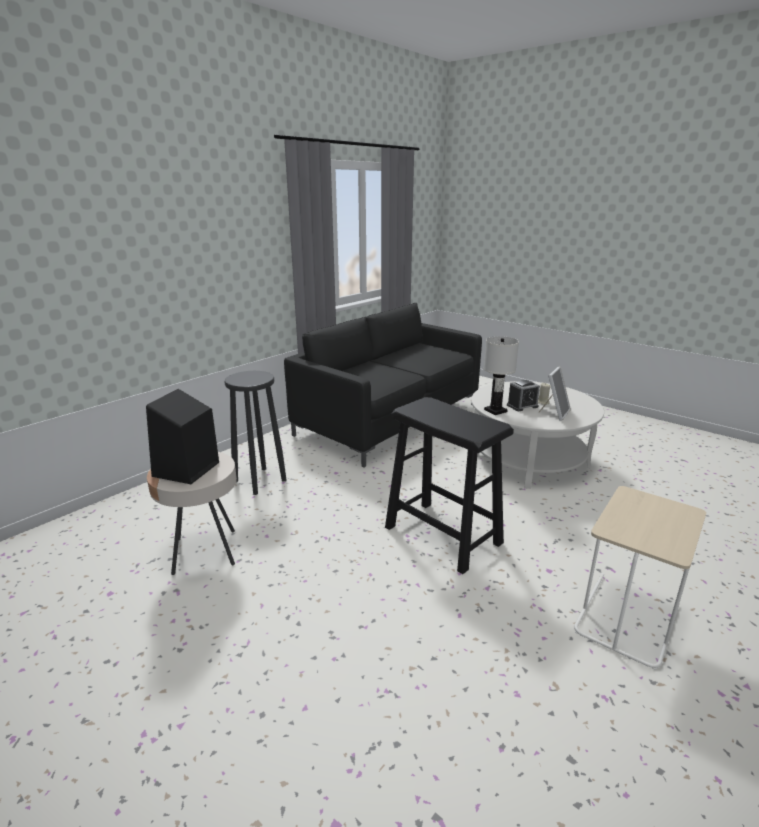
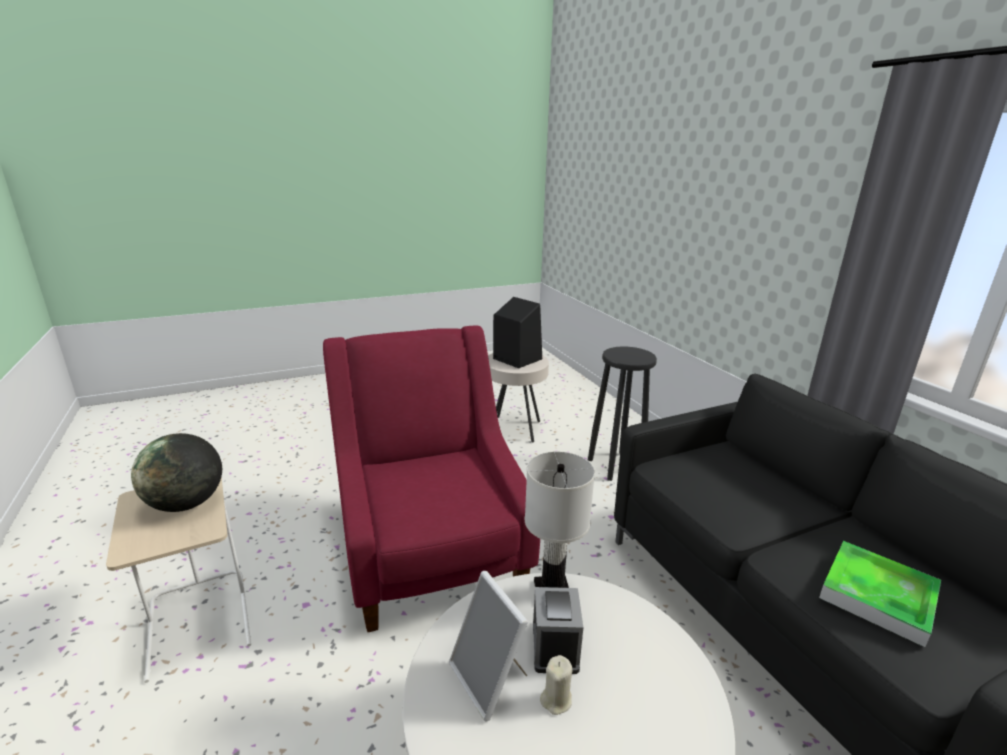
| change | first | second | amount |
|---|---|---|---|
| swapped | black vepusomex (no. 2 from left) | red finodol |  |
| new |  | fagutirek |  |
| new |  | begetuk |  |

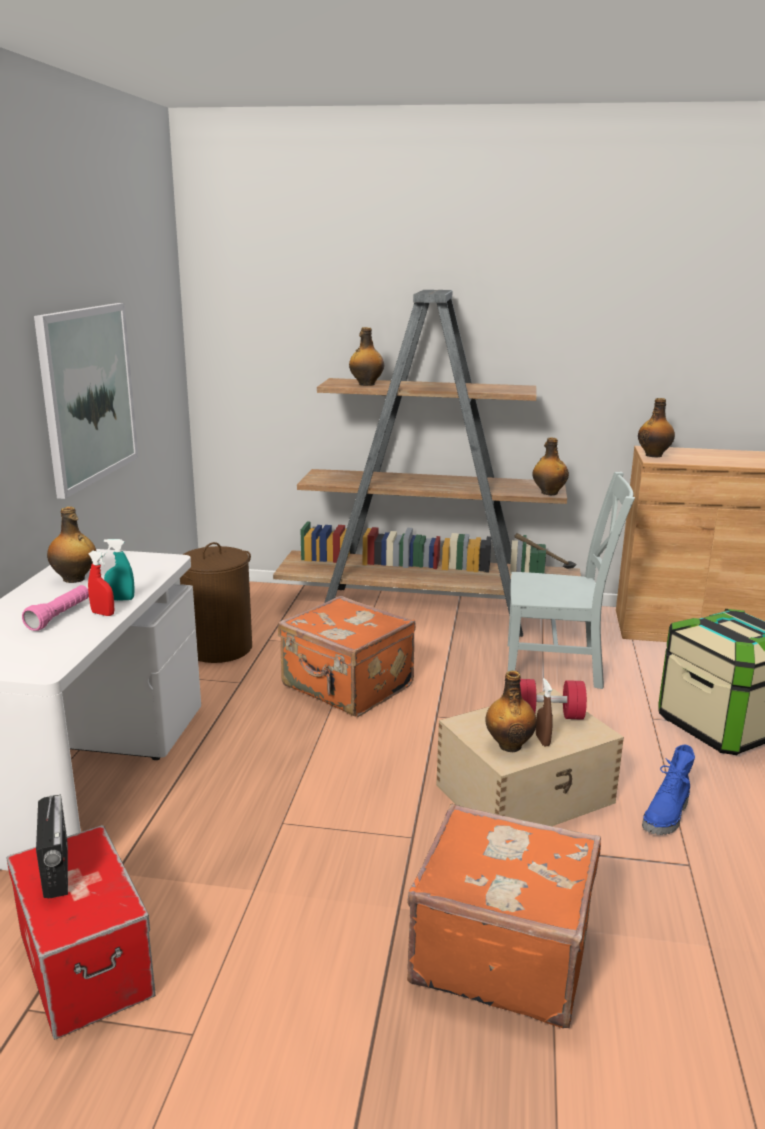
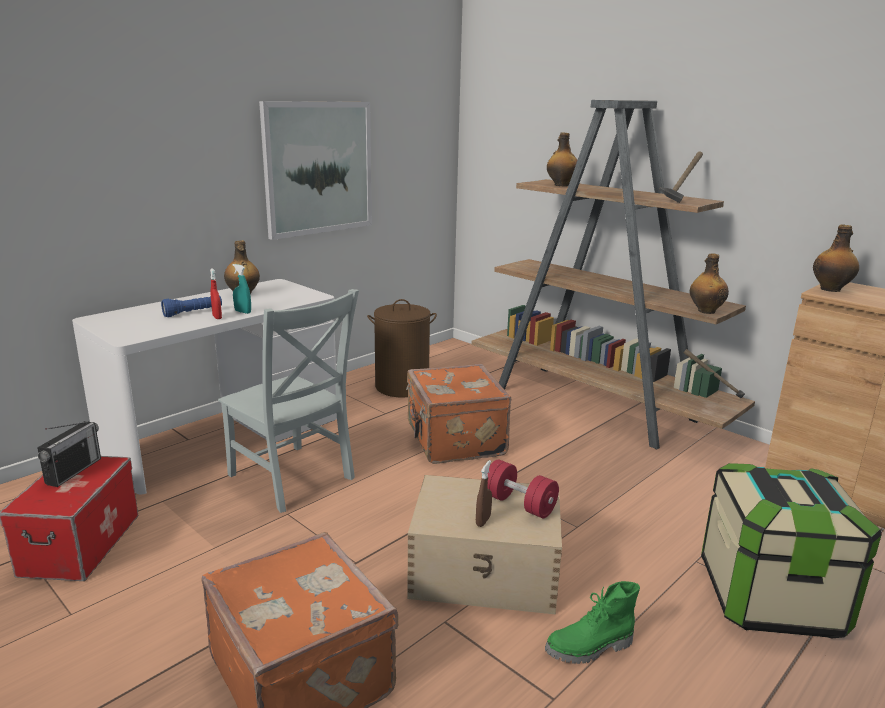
| change | first | second | amount |
|---|---|---|---|
| repainted | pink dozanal | blue dozanal |  |
| gone | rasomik (no. 3 from left) |  |  |
| shifted | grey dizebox |  |  |
| repainted | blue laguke | green laguke |  |
| new |  | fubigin (no. 1 from left) |  |

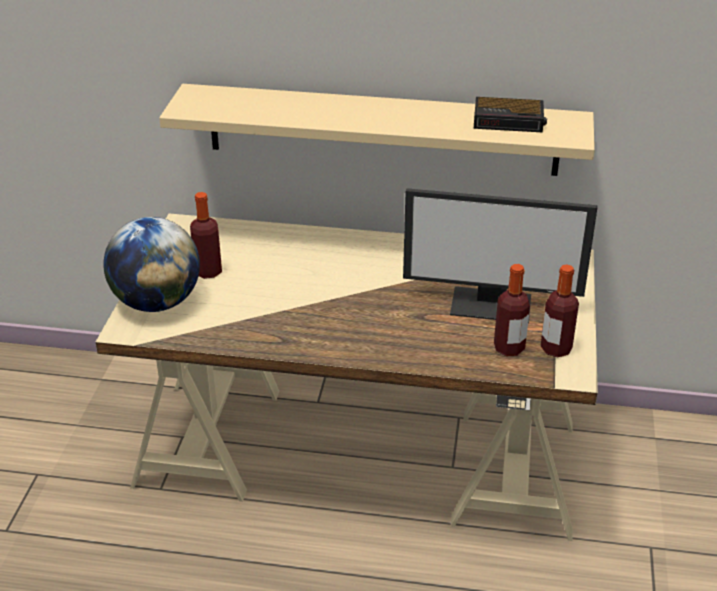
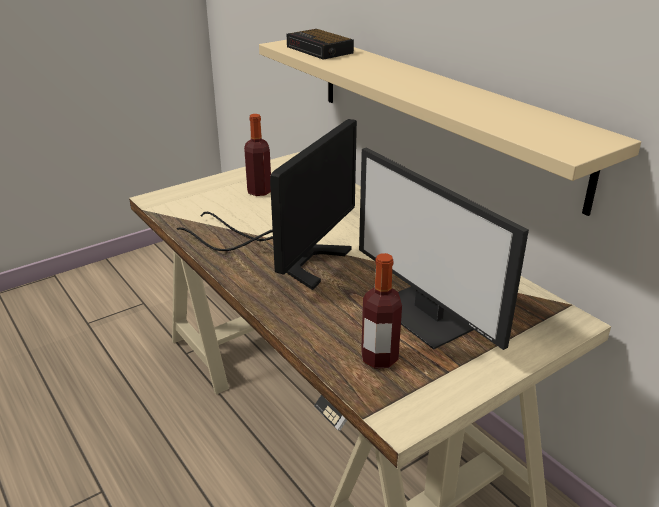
| change | first | second | amount |
|---|---|---|---|
| gone | fagutirek |  |  |
| shifted | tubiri |  |  |
| gone | rasomik (no. 3 from left) |  |  |
| new |  | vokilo (no. 1 from left) |  |

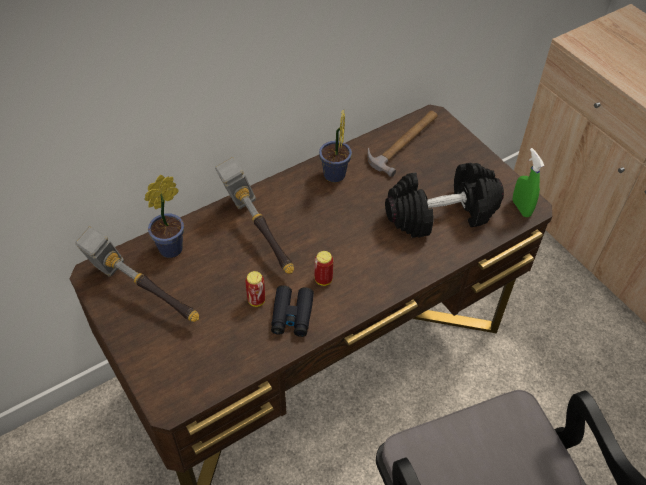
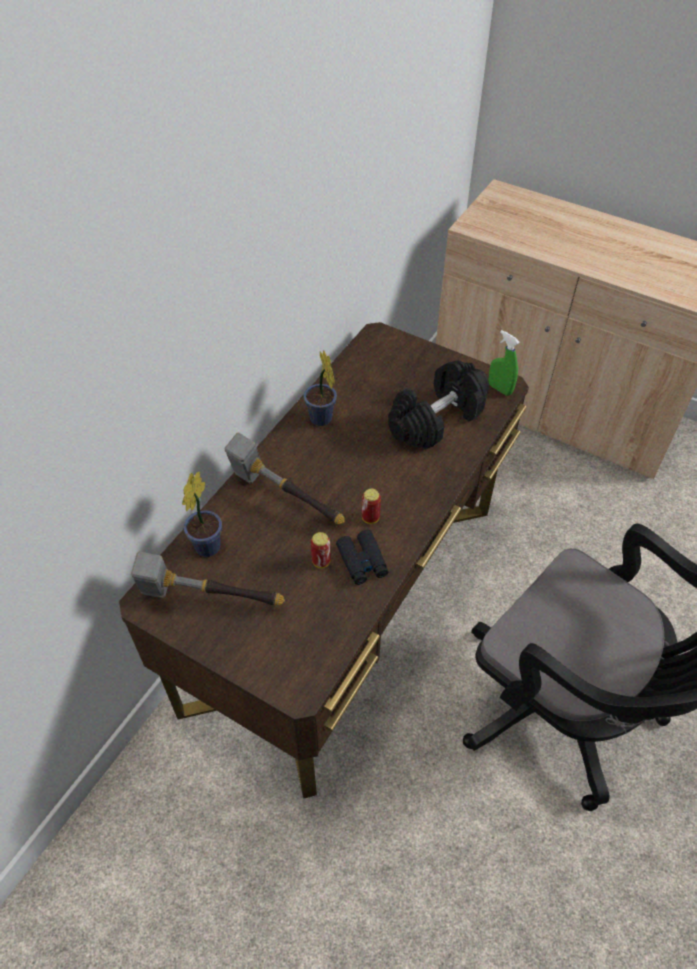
| change | first | second | amount |
|---|---|---|---|
| gone | fubigin (no. 3 from left) |  |  |

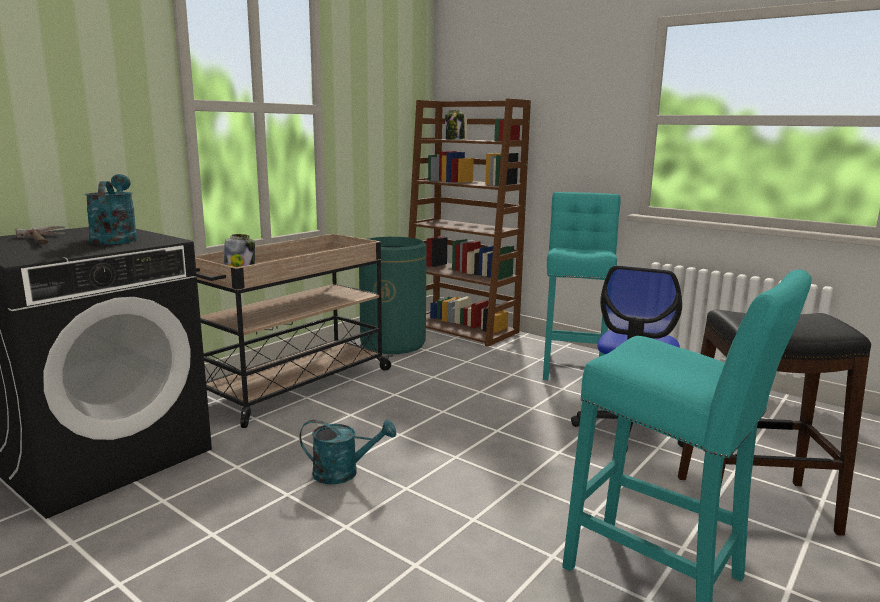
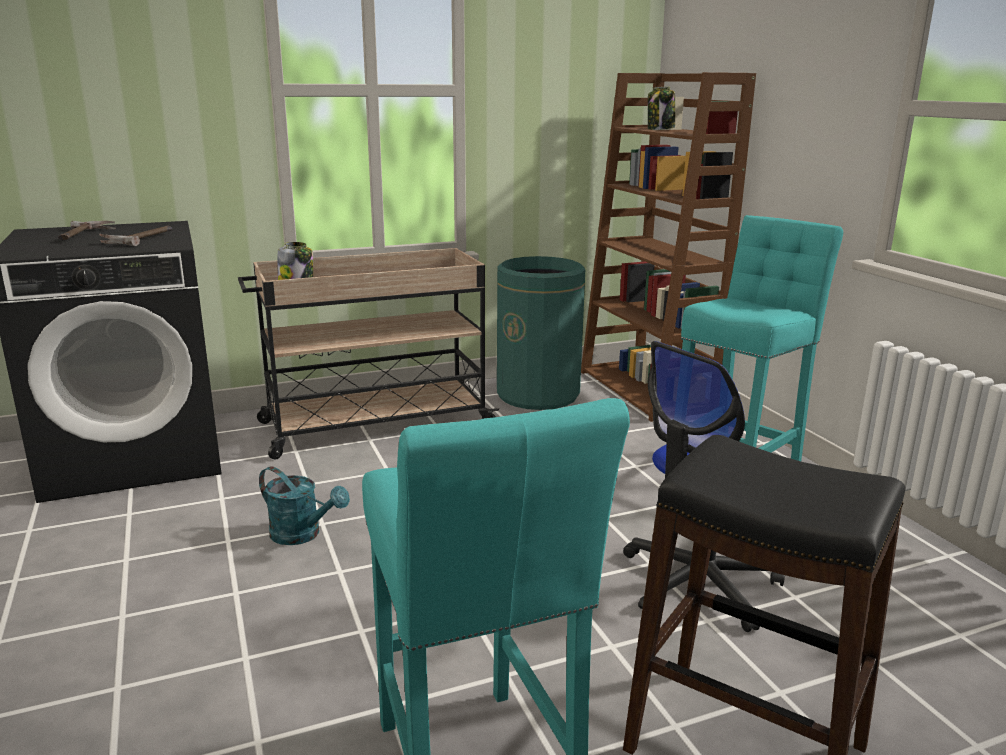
| change | first | second | amount |
|---|---|---|---|
| swapped | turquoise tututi (no. 1 from left) | fubigin (no. 2 from left) |  |

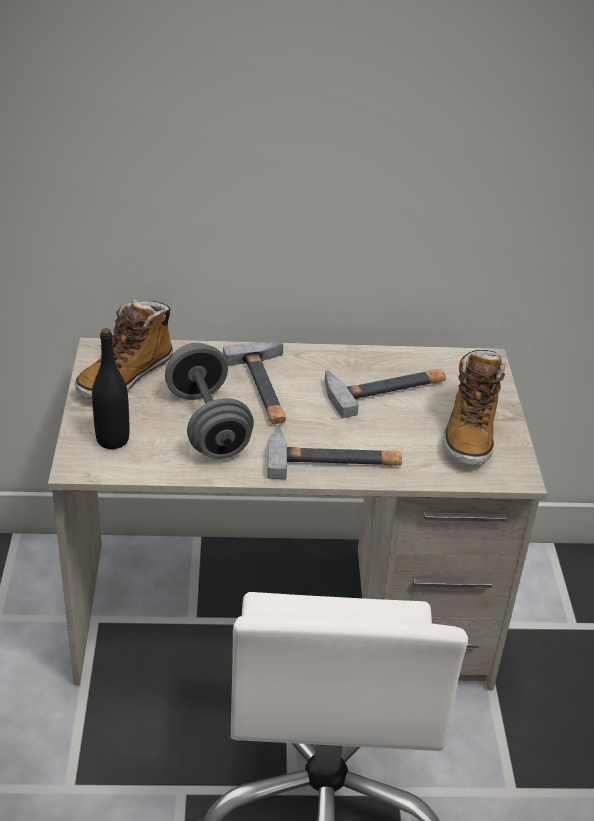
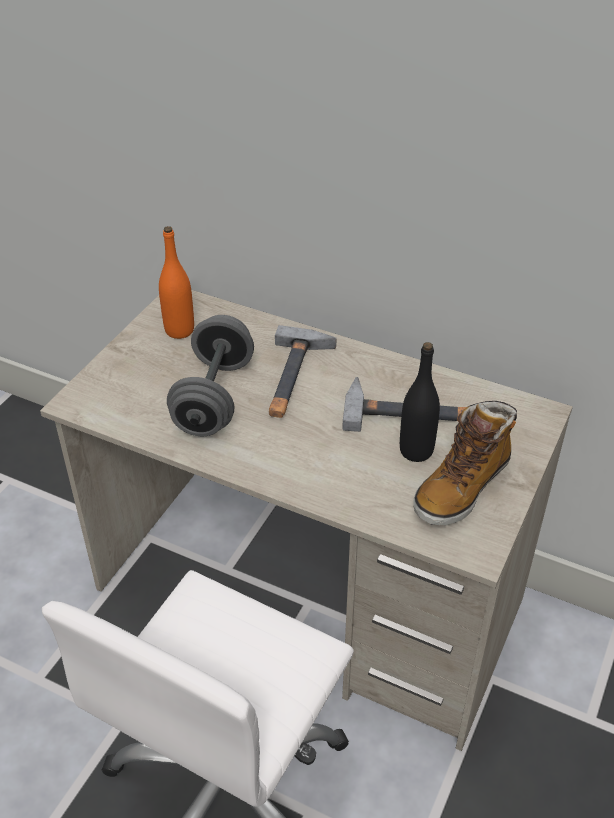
| change | first | second | amount |
|---|---|---|---|
| swapped | laguke (no. 1 from left) | orange rasomik |  |
| shifted | black rasomik |  |  |
| gone | fubigin (no. 2 from left) |  |  |

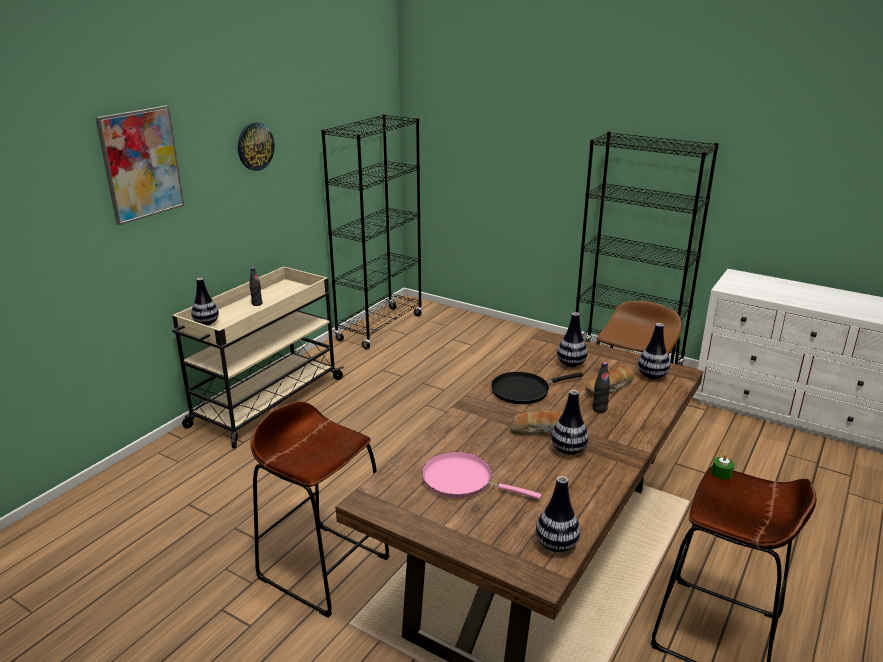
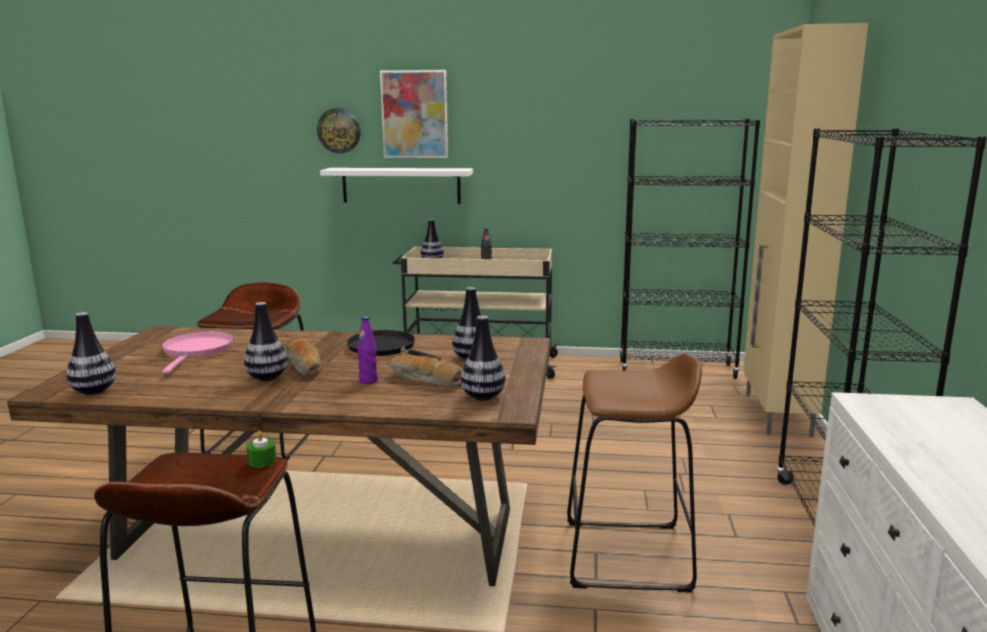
| change | first | second | amount |
|---|---|---|---|
| shifted | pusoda |  |  |
| repainted | black rasomik (no. 2 from left) | purple rasomik |  |
| new |  | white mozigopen |  |
| new |  | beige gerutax |  |

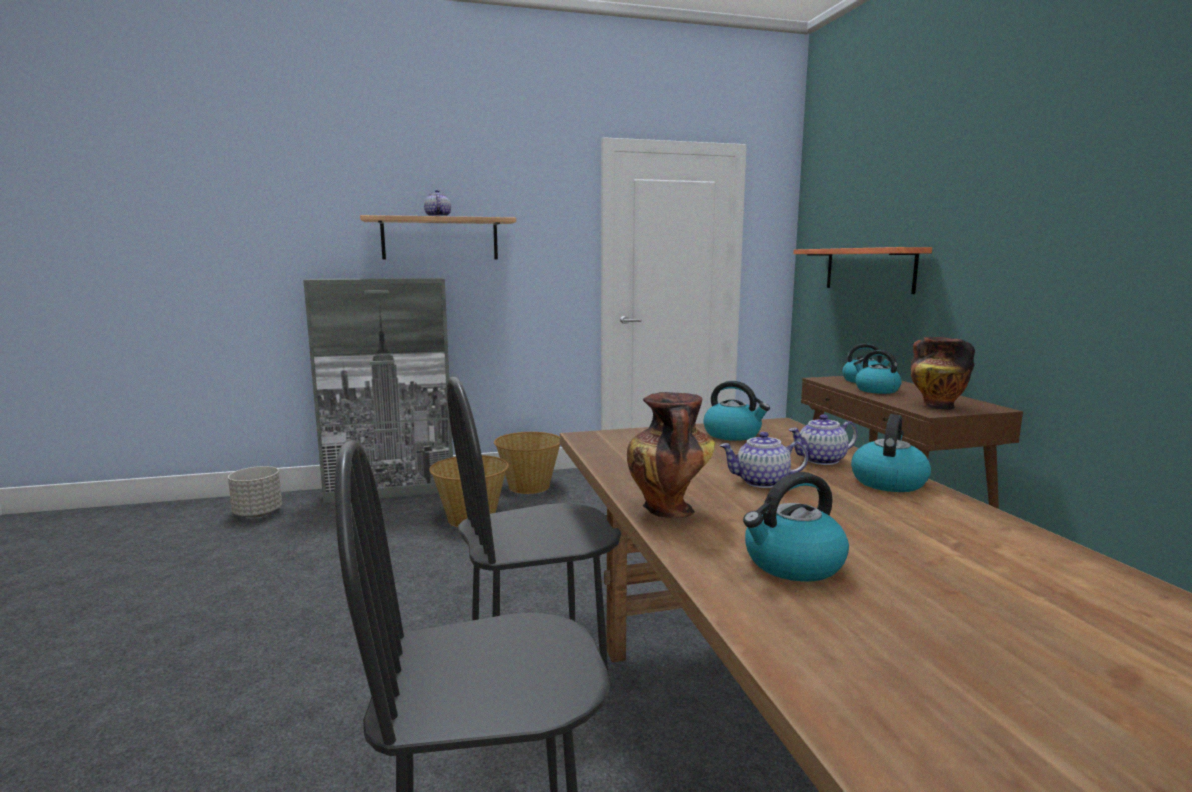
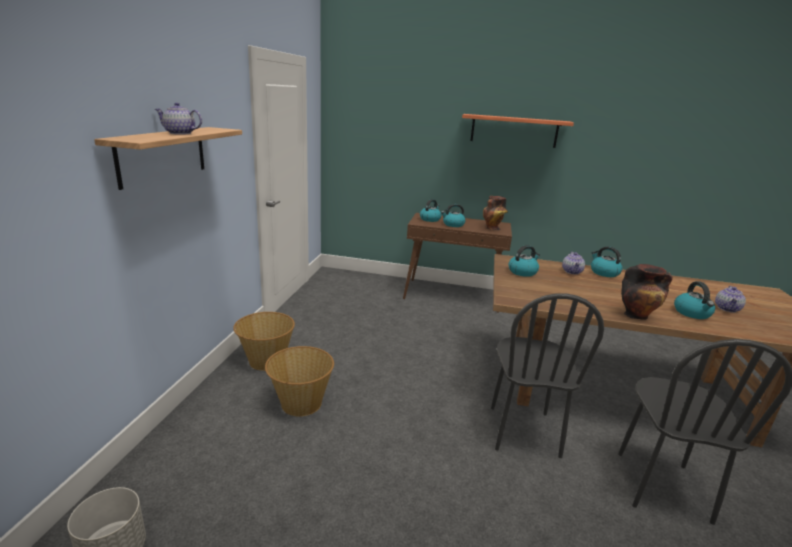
| change | first | second | amount |
|---|---|---|---|
| gone | grey gerutax |  |  |
| shifted | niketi (no. 2 from left in the first image) | niketi (no. 3 from left) |  |
| shifted | mozigopen (no. 2 from left) |  |  |

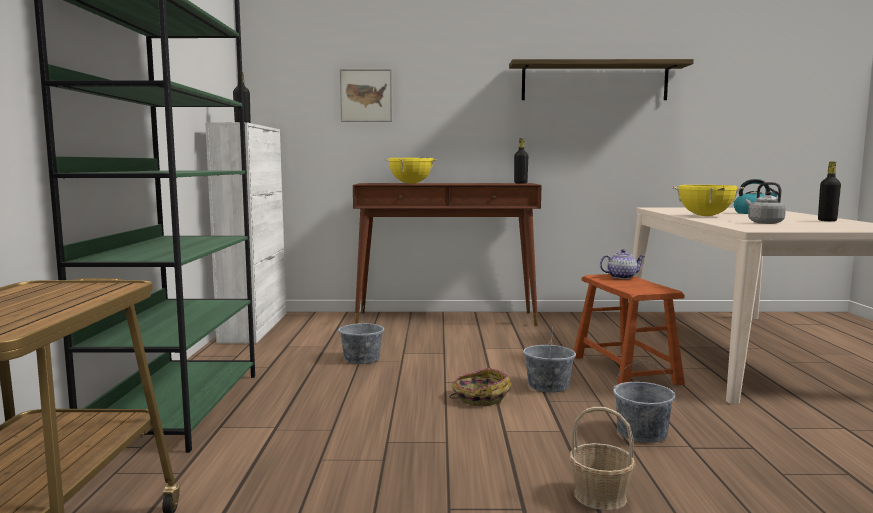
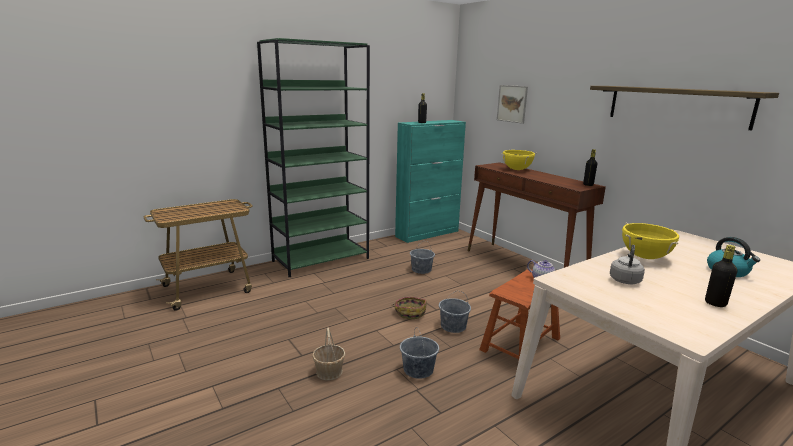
| change | first | second | amount |
|---|---|---|---|
| repainted | white gerutax | turquoise gerutax |  |

